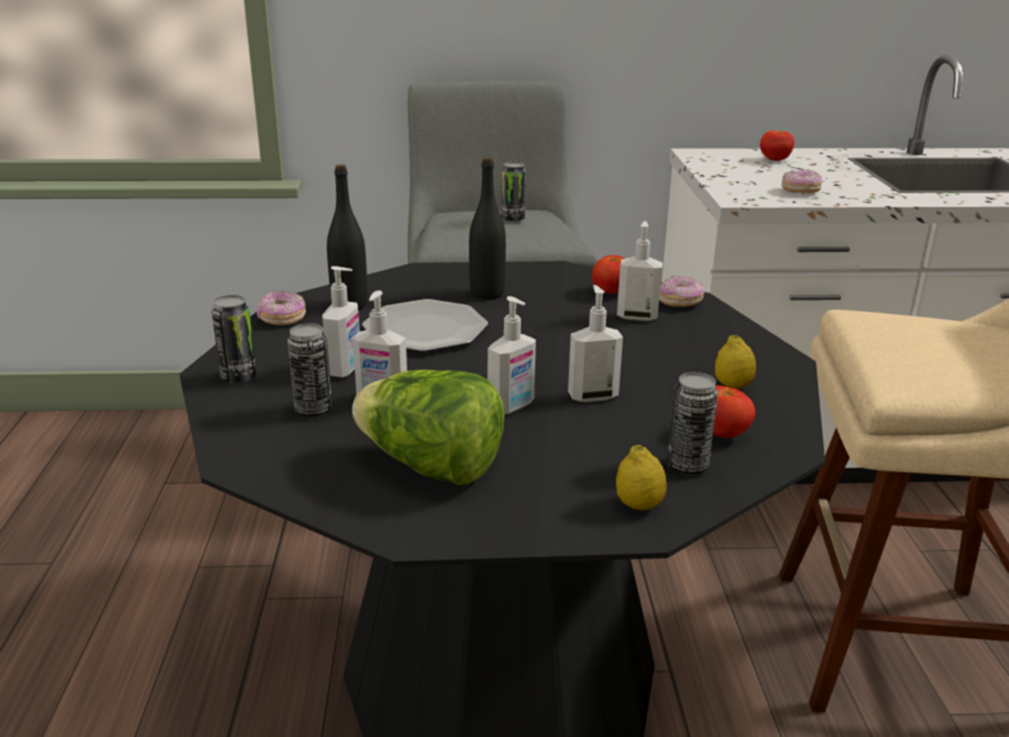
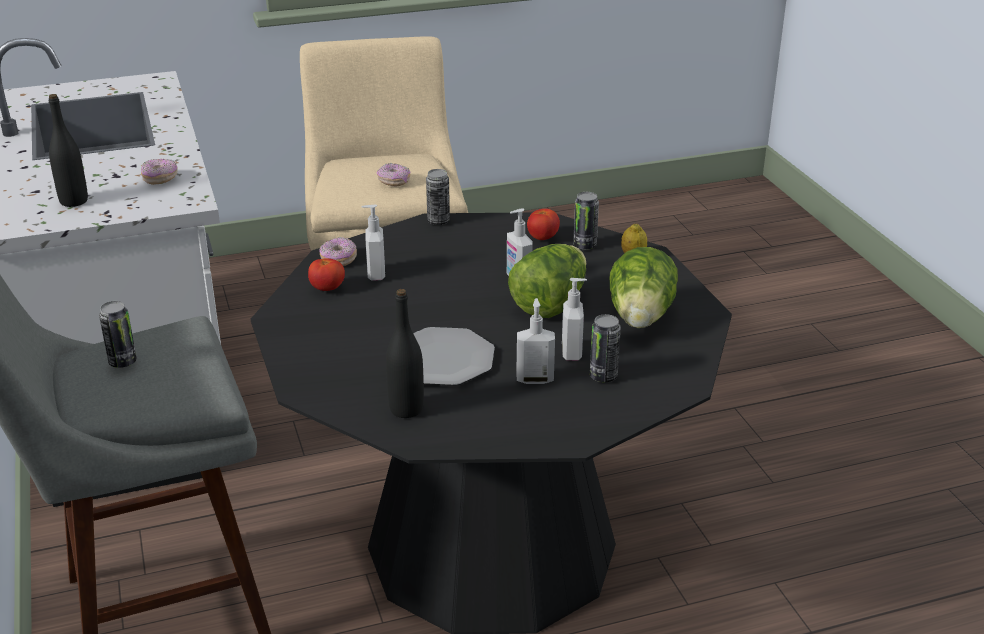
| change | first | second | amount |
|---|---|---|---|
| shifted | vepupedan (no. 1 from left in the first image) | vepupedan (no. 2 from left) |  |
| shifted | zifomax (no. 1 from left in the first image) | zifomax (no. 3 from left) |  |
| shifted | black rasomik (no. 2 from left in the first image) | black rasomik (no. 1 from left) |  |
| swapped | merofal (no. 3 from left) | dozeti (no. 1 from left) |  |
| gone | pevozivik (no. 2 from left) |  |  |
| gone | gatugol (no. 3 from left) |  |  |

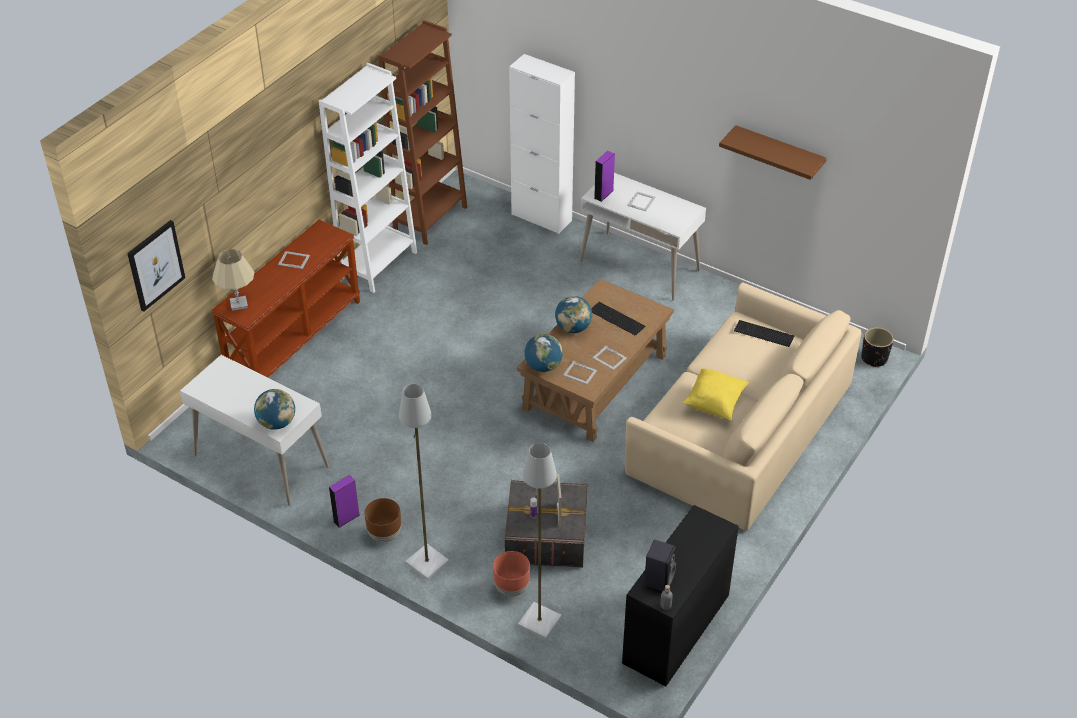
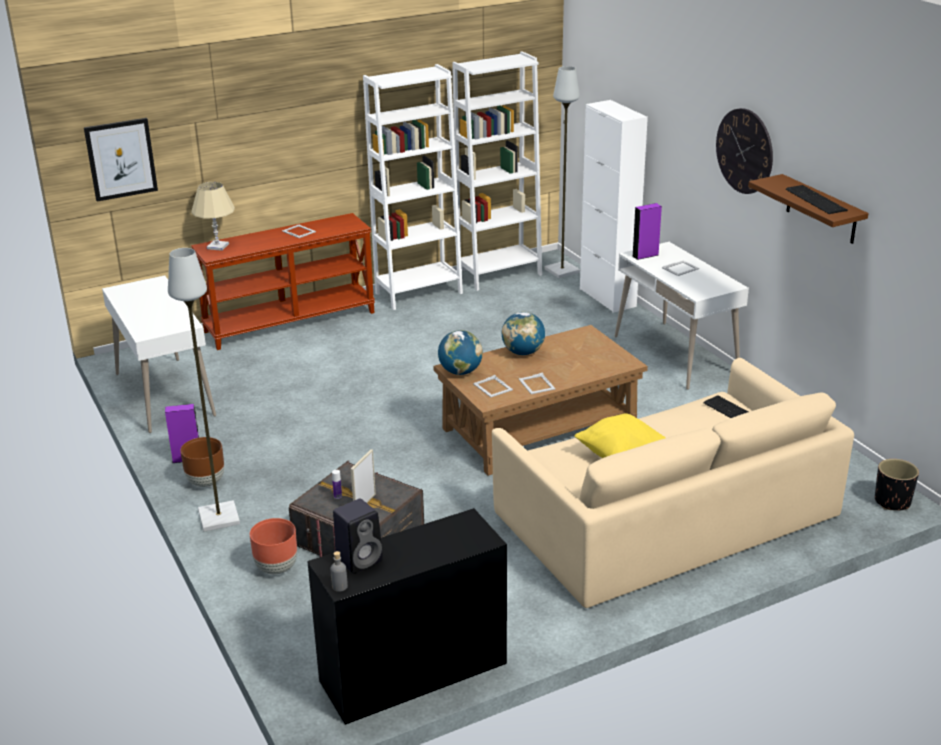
| change | first | second | amount |
|---|---|---|---|
| gone | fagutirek (no. 1 from left) |  |  |
| repainted | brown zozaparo | white zozaparo (no. 2 from left) |  |
| shifted | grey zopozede (no. 2 from left) |  |  |
| shifted | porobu (no. 1 from left in the first image) | porobu (no. 2 from left) |  |
| new |  | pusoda |  |

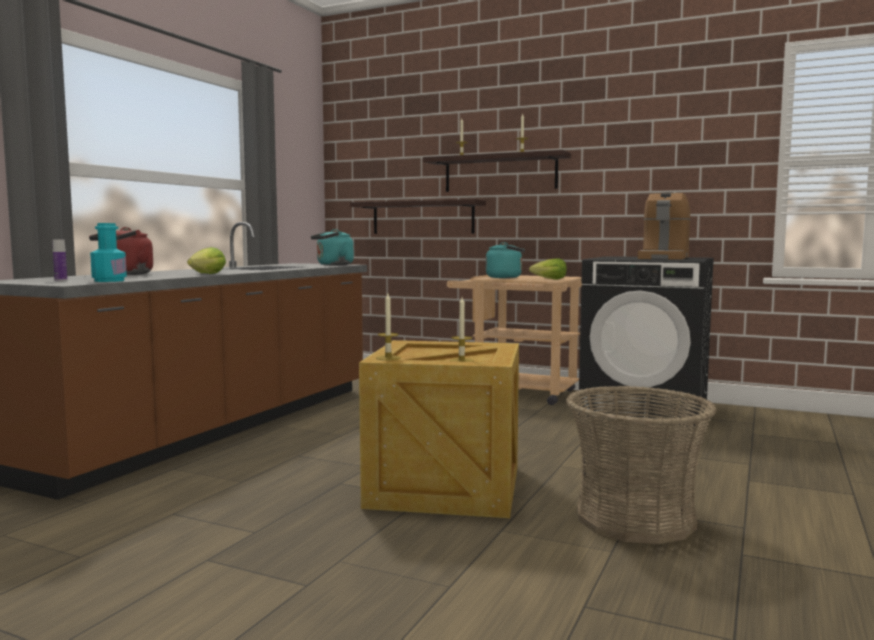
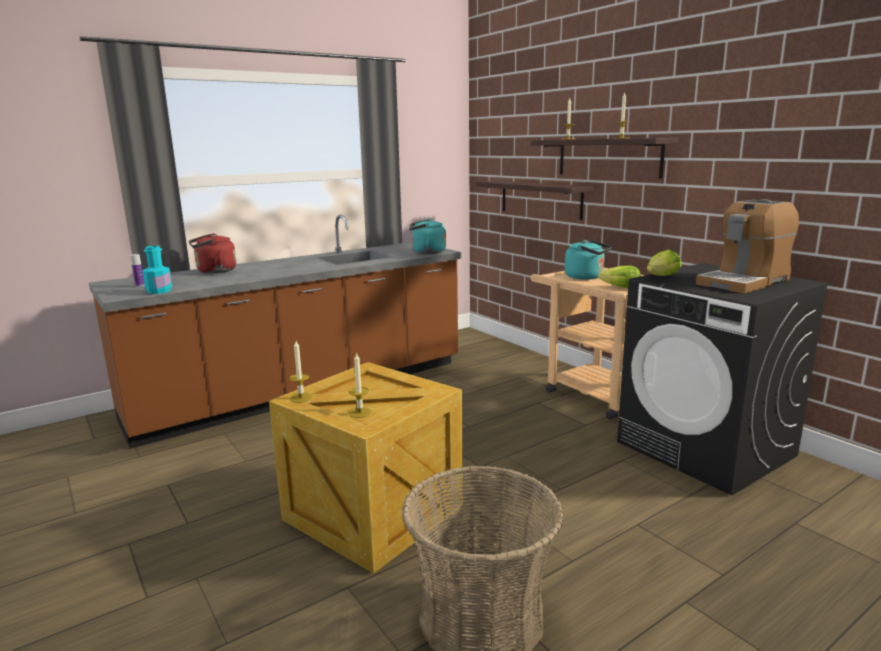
| change | first | second | amount |
|---|---|---|---|
| shifted | dozeti (no. 1 from left in the first image) | dozeti (no. 2 from left) |  |

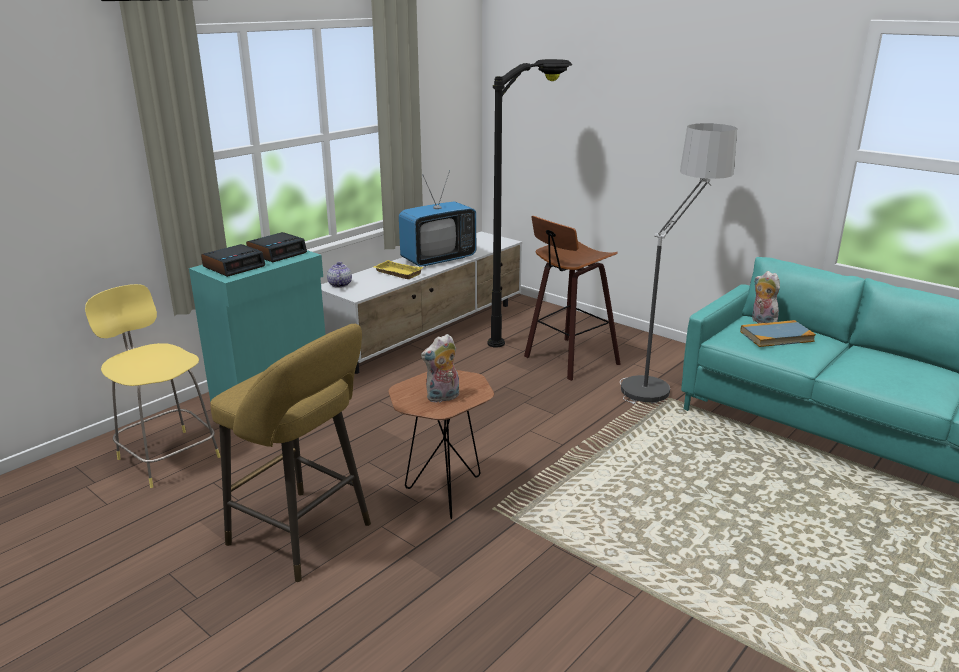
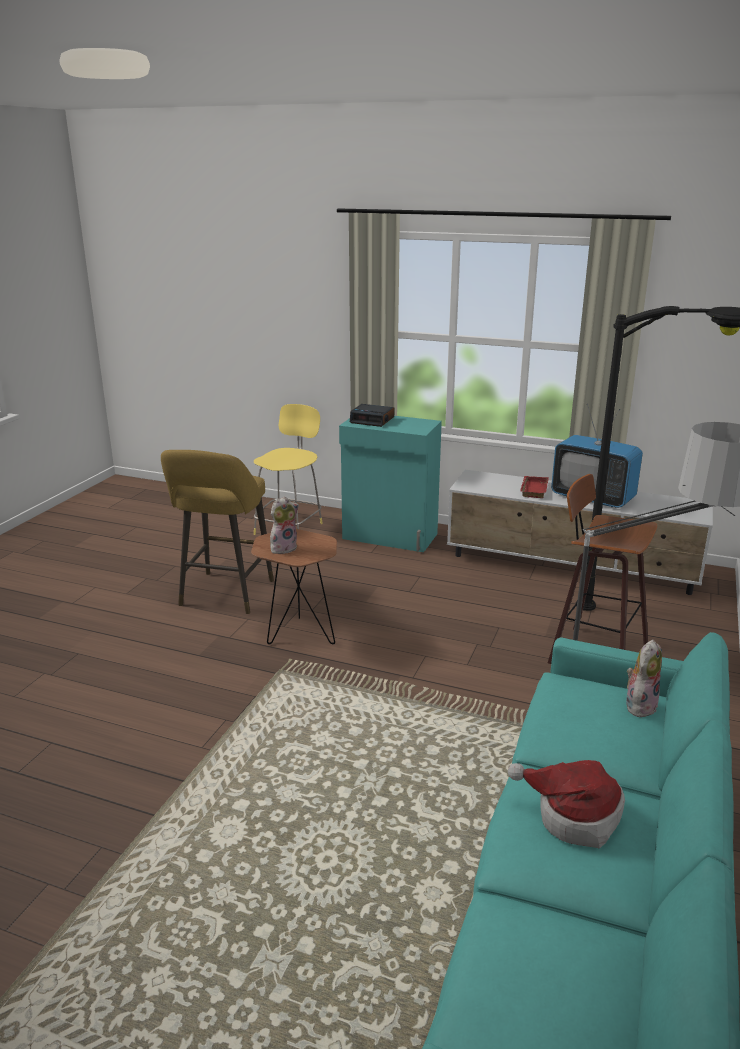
| change | first | second | amount |
|---|---|---|---|
| gone | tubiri (no. 2 from left) |  |  |
| gone | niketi |  |  |
| repainted | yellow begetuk | red begetuk |  |
| rotated | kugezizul (no. 1 from left) |  | 105 degrees clockwise |
| gone | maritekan |  |  |
| new |  | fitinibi |  |

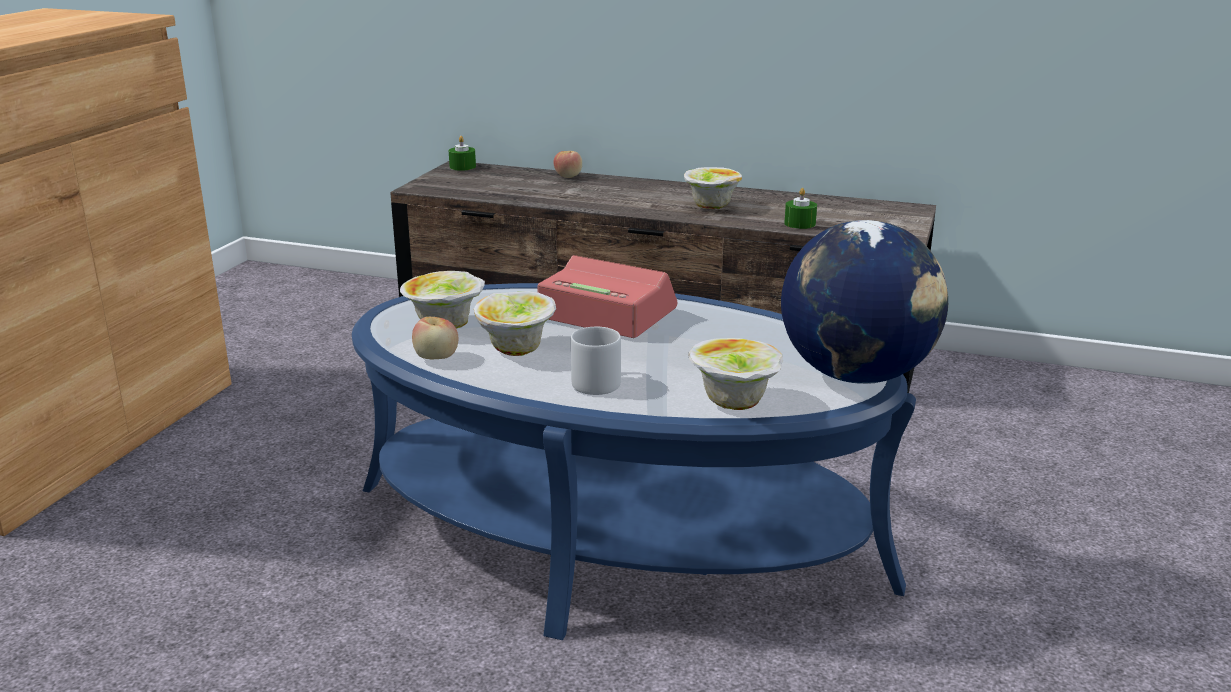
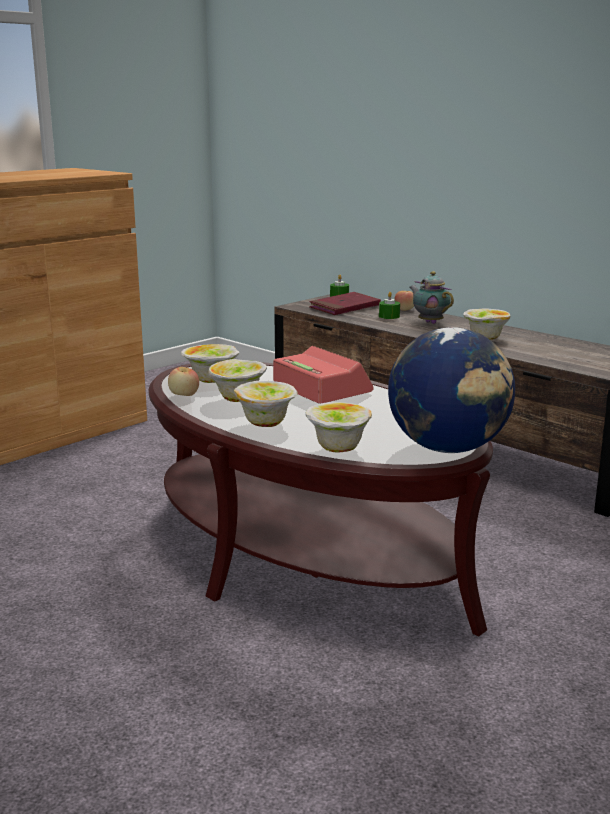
| change | first | second | amount |
|---|---|---|---|
| repainted | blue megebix | brown megebix |  |
| swapped | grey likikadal | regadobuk (no. 3 from left) |  |
| shifted | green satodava (no. 2 from left) |  |  |
| new |  | red maritekan |  |
| new |  | niketi |  |

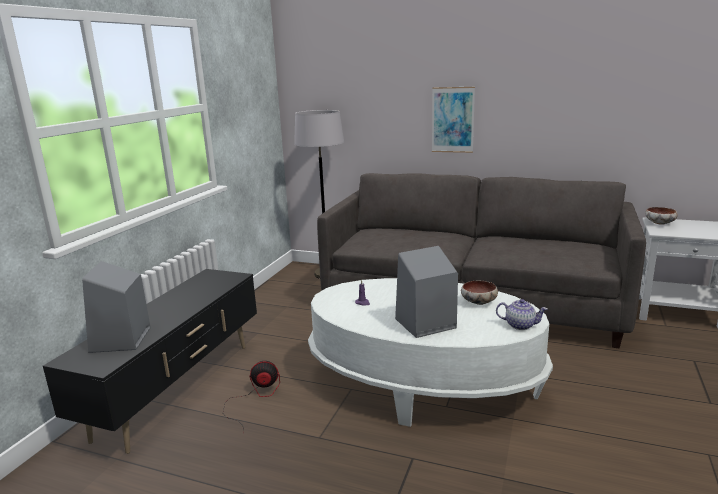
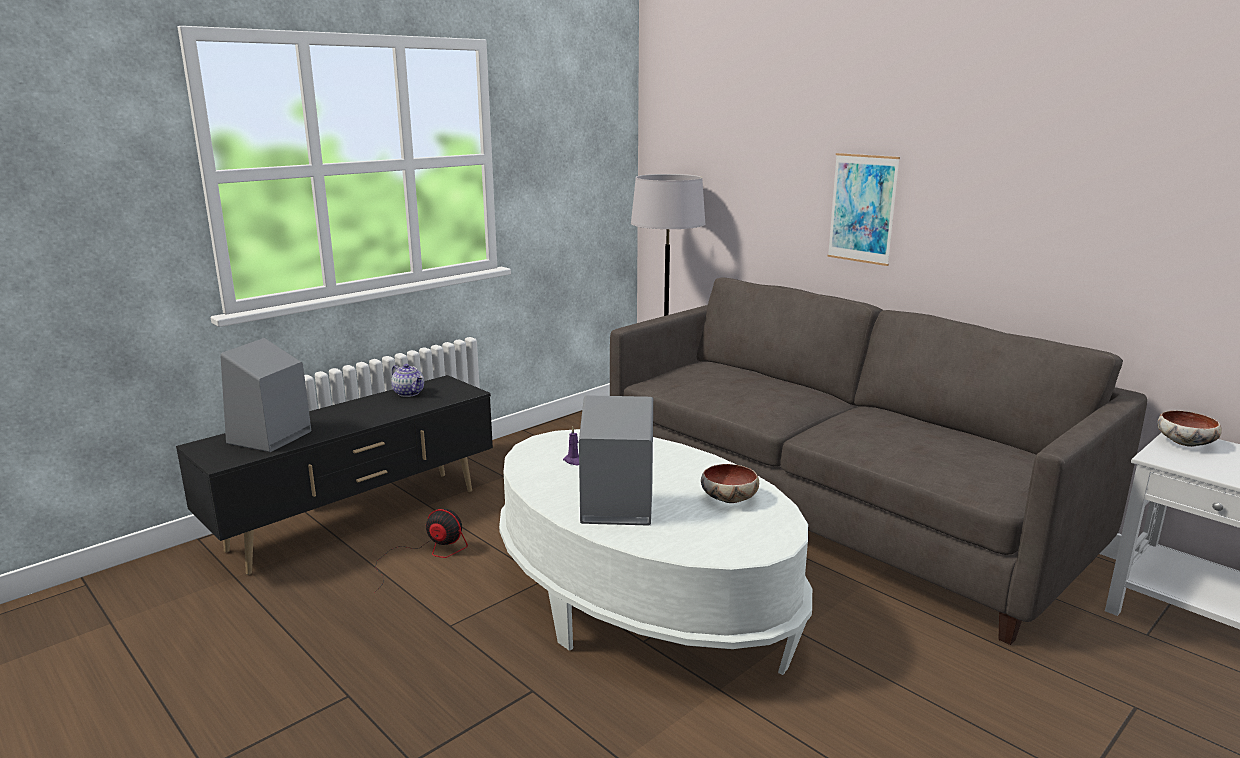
| change | first | second | amount |
|---|---|---|---|
| shifted | niketi |  |  |

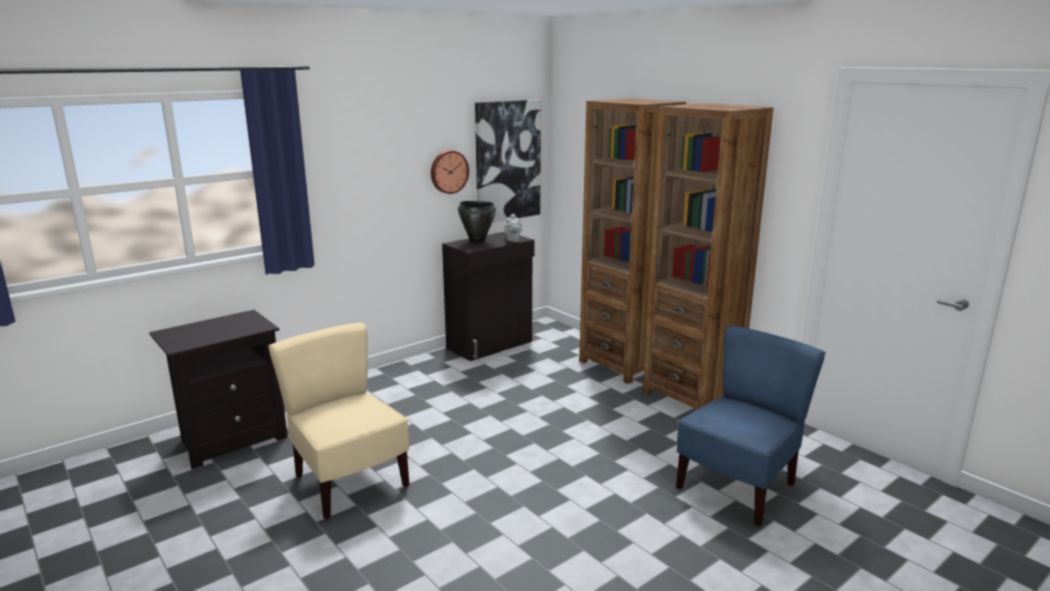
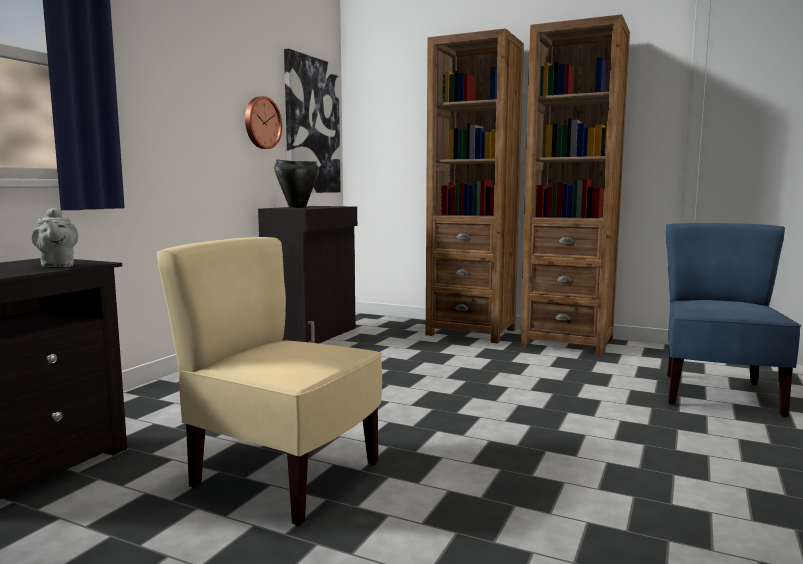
| change | first | second | amount |
|---|---|---|---|
| shifted | grey niketi |  |  |

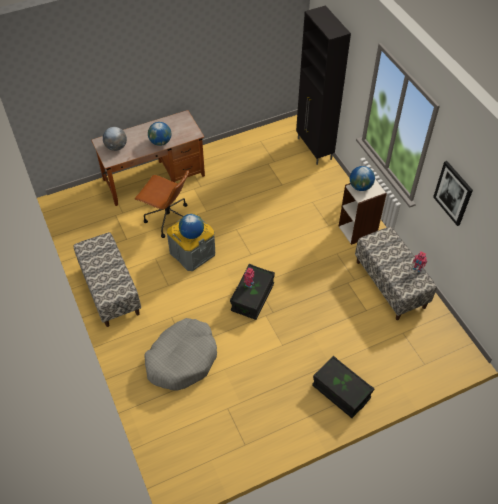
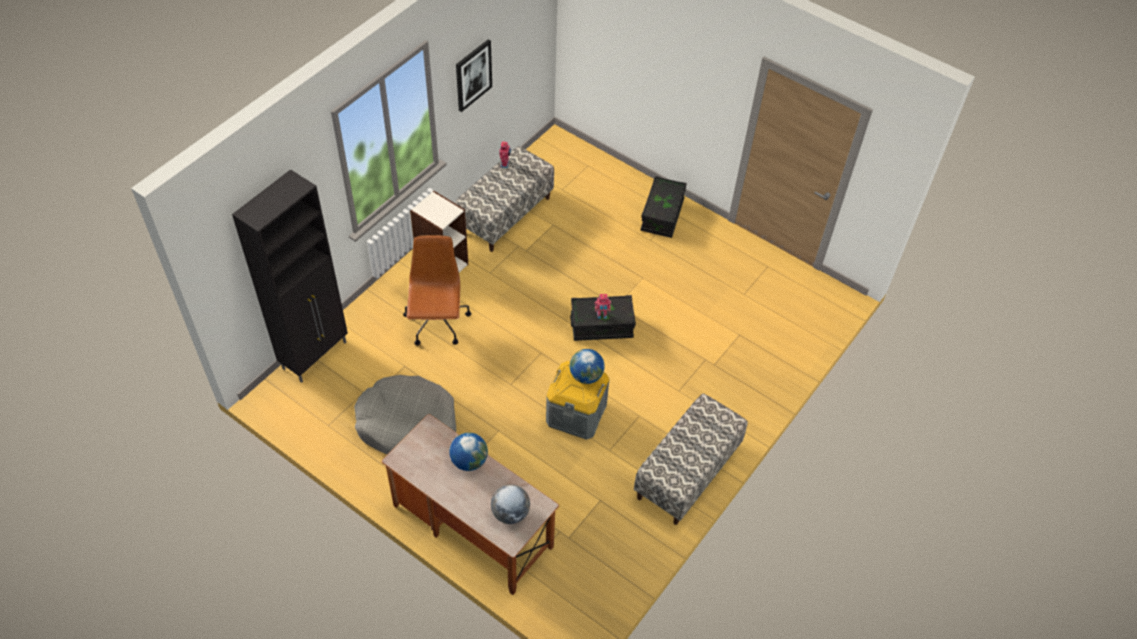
| change | first | second | amount |
|---|---|---|---|
| shifted | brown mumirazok |  |  |
| shifted | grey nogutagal |  |  |
| gone | fagutirek (no. 4 from left) |  |  |

